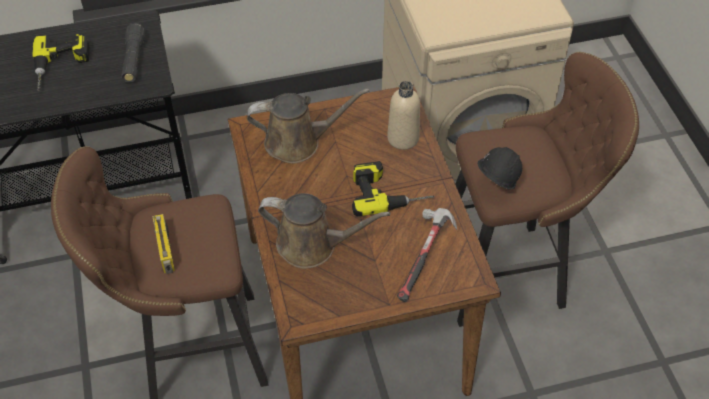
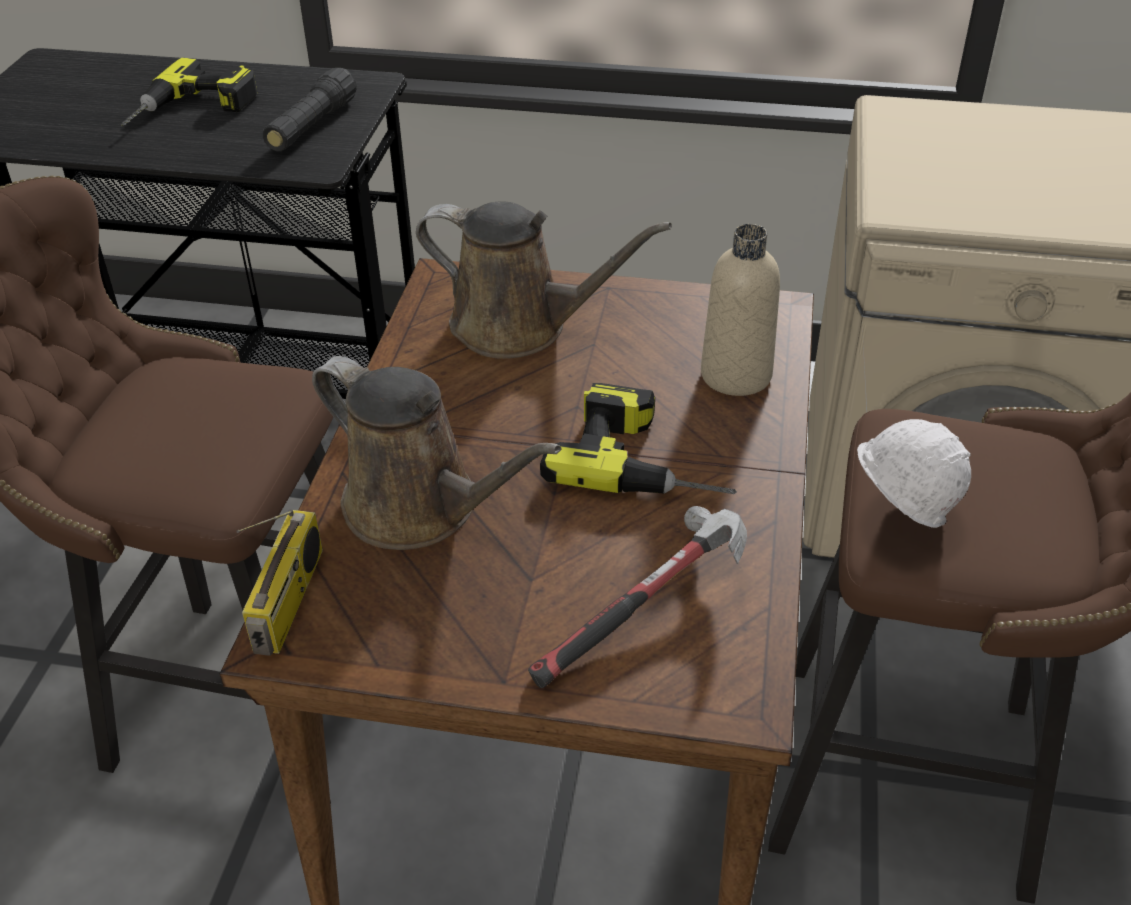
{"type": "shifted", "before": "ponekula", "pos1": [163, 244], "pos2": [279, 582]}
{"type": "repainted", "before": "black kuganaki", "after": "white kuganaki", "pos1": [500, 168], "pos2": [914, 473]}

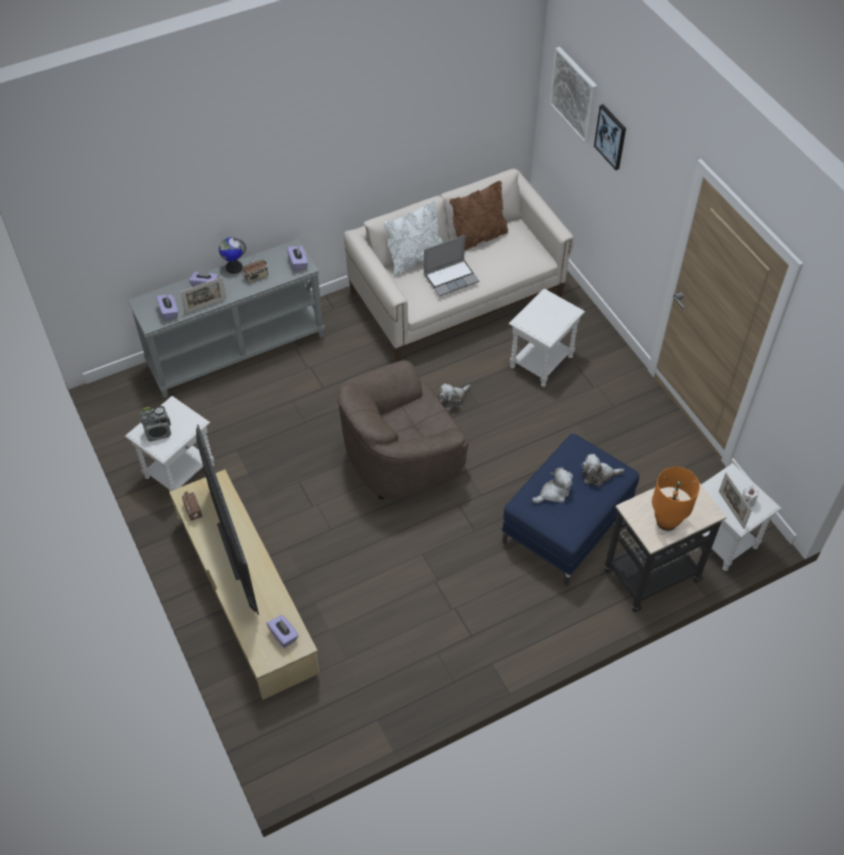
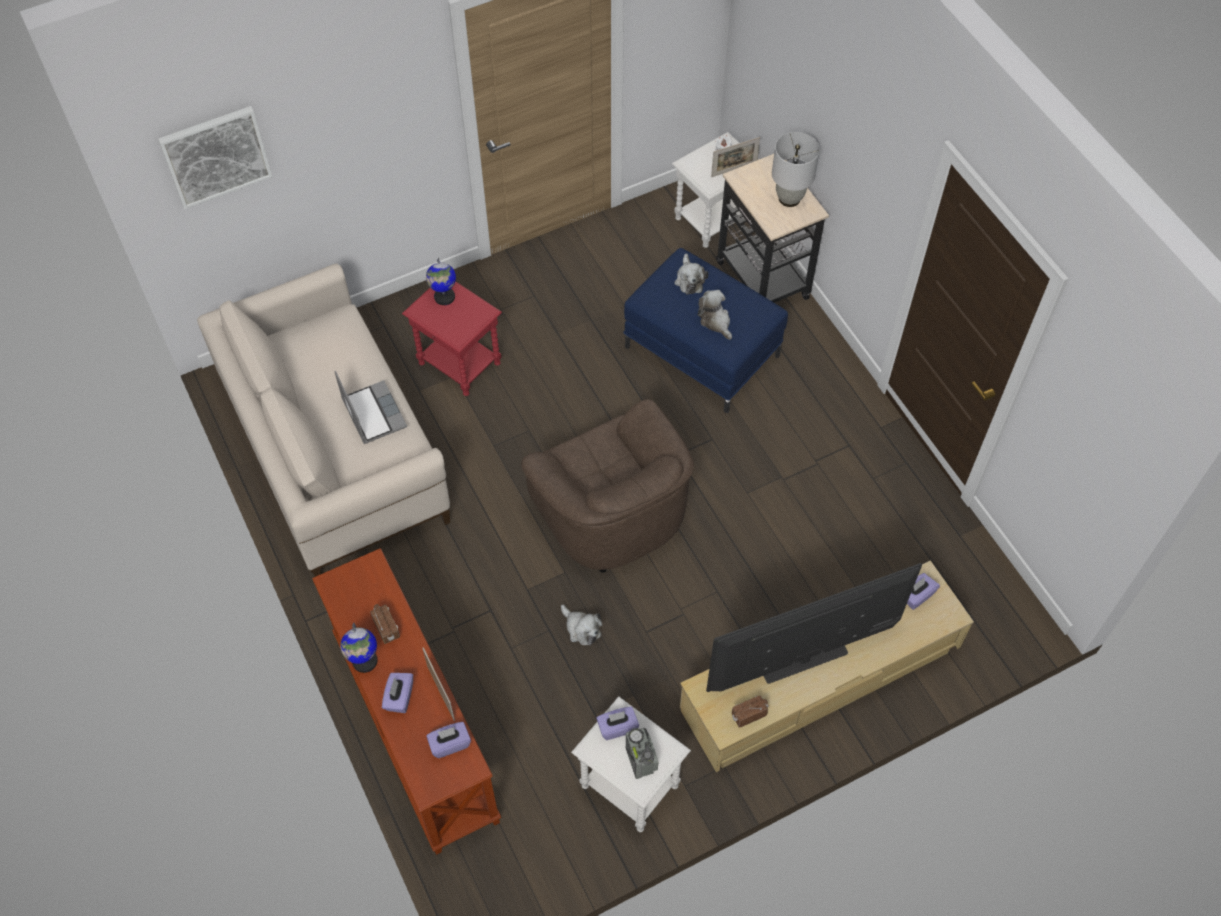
{"type": "repainted", "before": "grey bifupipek", "after": "brown bifupipek", "pos1": [226, 318], "pos2": [406, 701]}
{"type": "repainted", "before": "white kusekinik", "after": "red kusekinik", "pos1": [547, 337], "pos2": [452, 338]}
{"type": "new", "after": "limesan", "pos2": [441, 281]}
{"type": "shifted", "before": "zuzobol", "pos1": [455, 397], "pos2": [581, 625]}
{"type": "shifted", "before": "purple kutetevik", "pos1": [297, 258], "pos2": [617, 723]}
{"type": "repainted", "before": "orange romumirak", "after": "white romumirak", "pos1": [676, 499], "pos2": [796, 169]}
{"type": "gone", "before": "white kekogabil", "pos1": [413, 238]}
{"type": "gone", "before": "brown kekogabil", "pos1": [478, 216]}
{"type": "gone", "before": "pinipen", "pos1": [610, 137]}

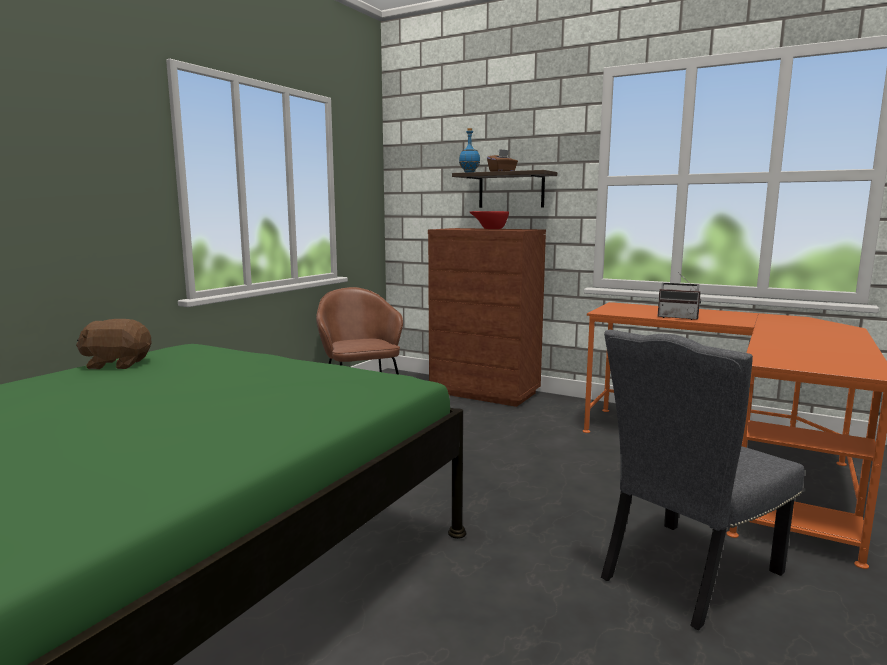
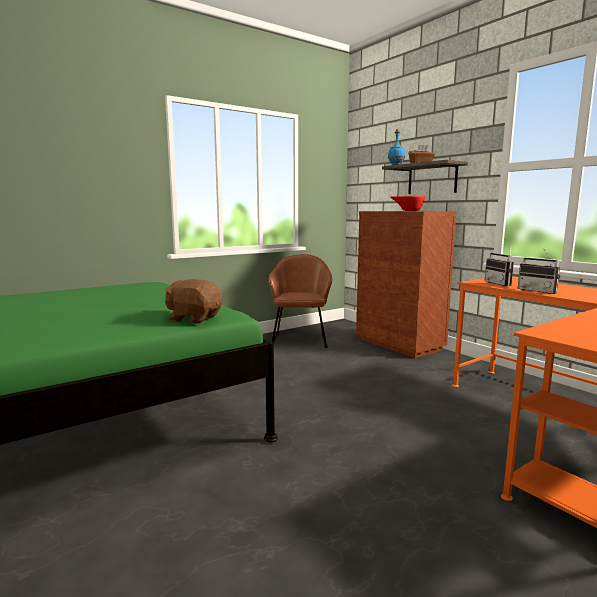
{"type": "shifted", "before": "brown zuzobol", "pos1": [114, 344], "pos2": [193, 301]}
{"type": "new", "after": "ponekula", "pos2": [499, 270]}
{"type": "gone", "before": "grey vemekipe", "pos1": [702, 479]}

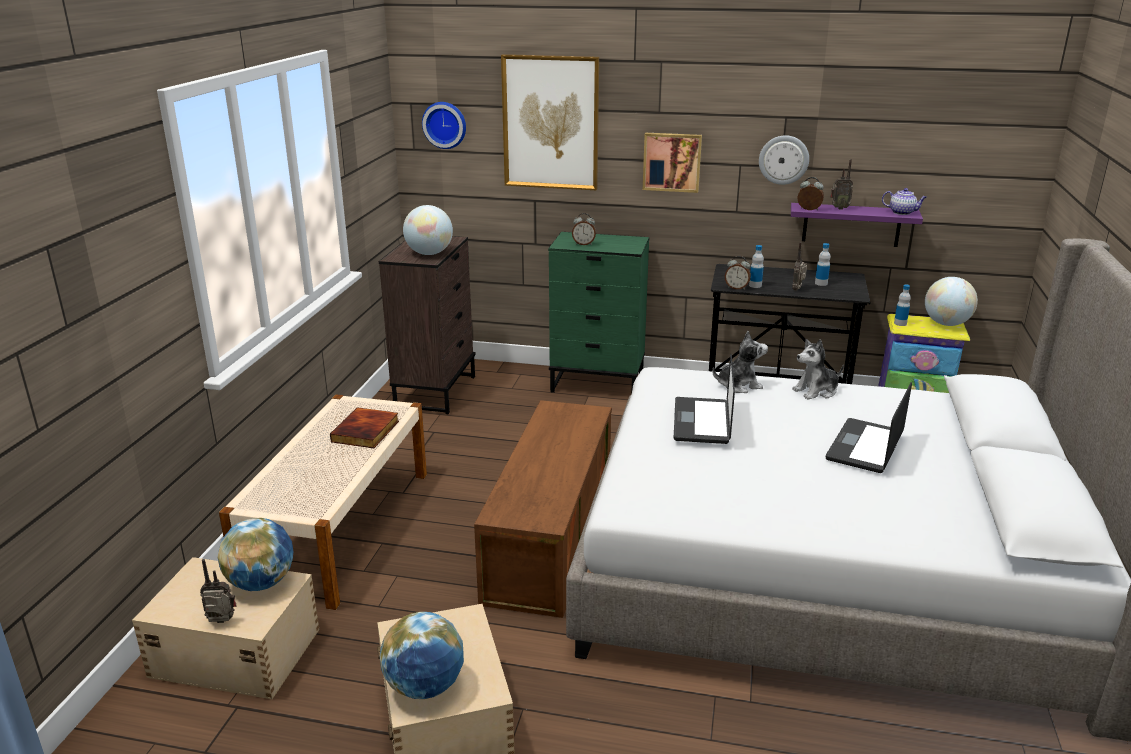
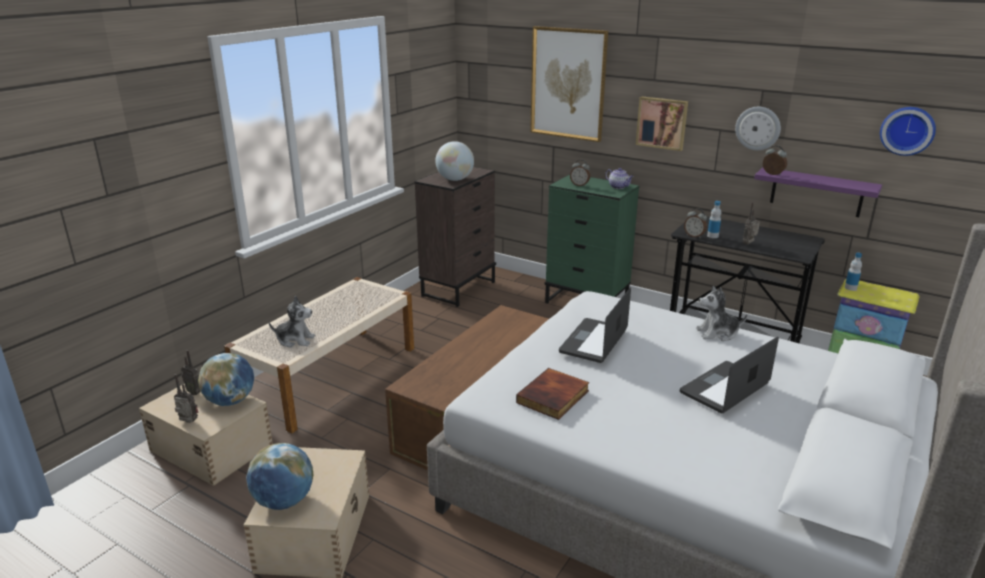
{"type": "shifted", "before": "ponekula", "pos1": [841, 184], "pos2": [191, 372]}
{"type": "shifted", "before": "zuzobol", "pos1": [740, 362], "pos2": [292, 322]}
{"type": "shifted", "before": "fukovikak", "pos1": [364, 428], "pos2": [552, 394]}
{"type": "shifted", "before": "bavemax", "pos1": [904, 201], "pos2": [619, 178]}
{"type": "shifted", "before": "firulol", "pos1": [444, 125], "pos2": [908, 131]}
{"type": "gone", "before": "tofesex", "pos1": [822, 264]}
{"type": "gone", "before": "limesan", "pos1": [951, 301]}

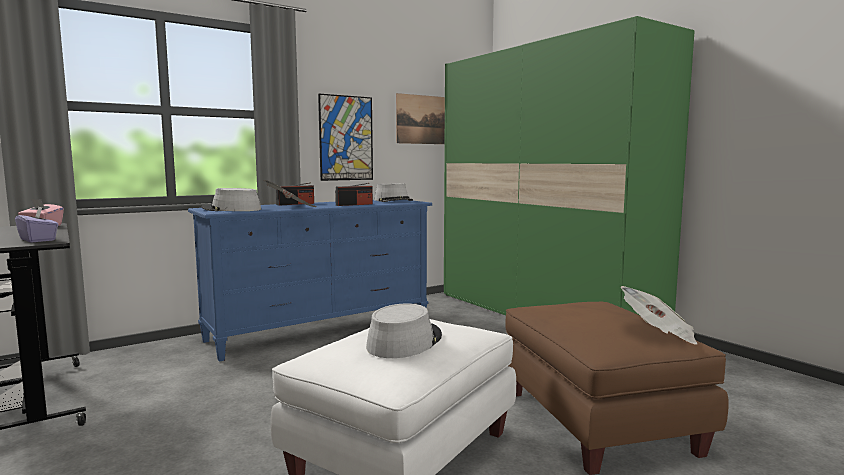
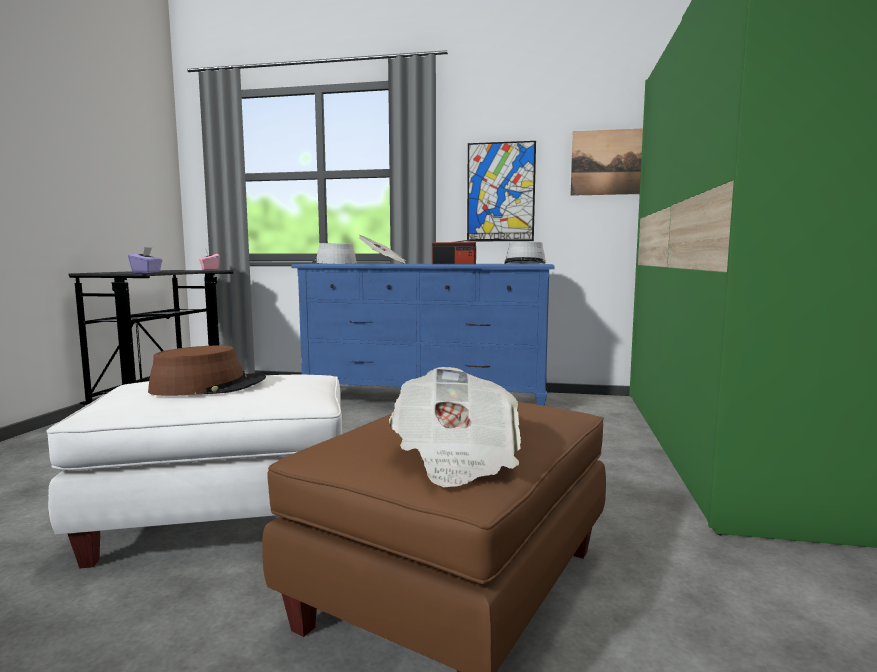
{"type": "repainted", "before": "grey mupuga", "after": "brown mupuga", "pos1": [404, 330], "pos2": [207, 371]}
{"type": "gone", "before": "ponekula", "pos1": [295, 194]}

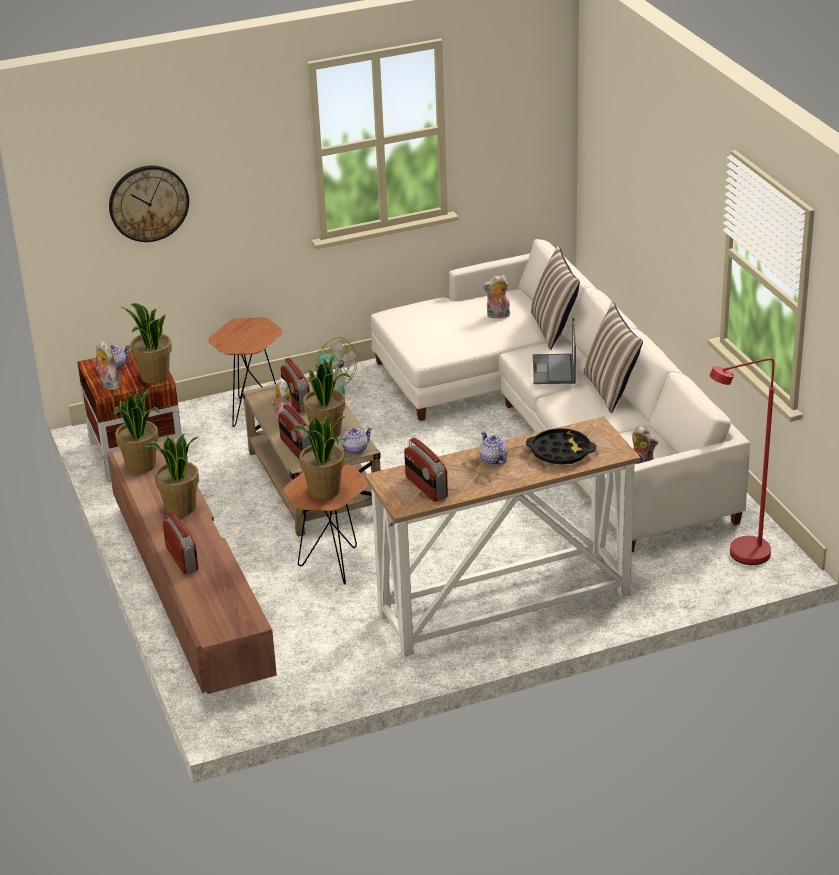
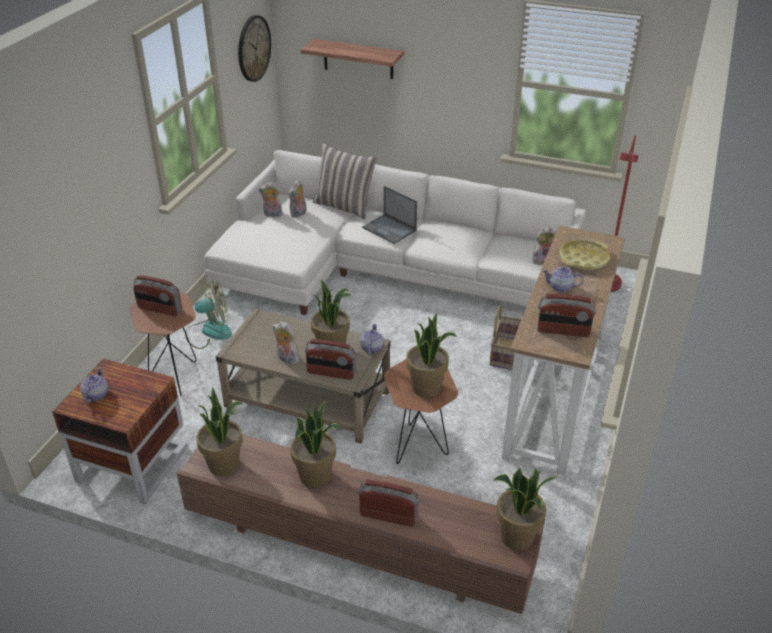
{"type": "shifted", "before": "ponekula", "pos1": [295, 385], "pos2": [157, 295]}
{"type": "shifted", "before": "firulol", "pos1": [149, 204], "pos2": [254, 48]}
{"type": "shifted", "before": "zuzobol", "pos1": [108, 365], "pos2": [271, 199]}
{"type": "new", "after": "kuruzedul", "pos2": [352, 59]}
{"type": "new", "after": "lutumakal", "pos2": [507, 337]}
{"type": "shifted", "before": "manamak", "pos1": [147, 343], "pos2": [525, 509]}
{"type": "repainted", "before": "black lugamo", "after": "yellow lugamo", "pos1": [561, 446], "pos2": [584, 255]}
{"type": "gone", "before": "kekogabil", "pos1": [613, 357]}

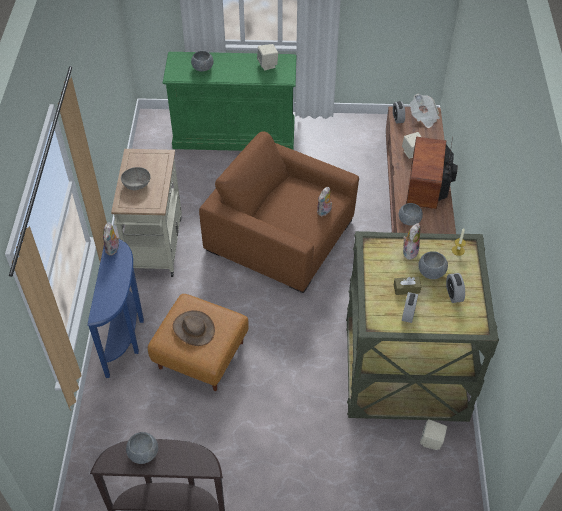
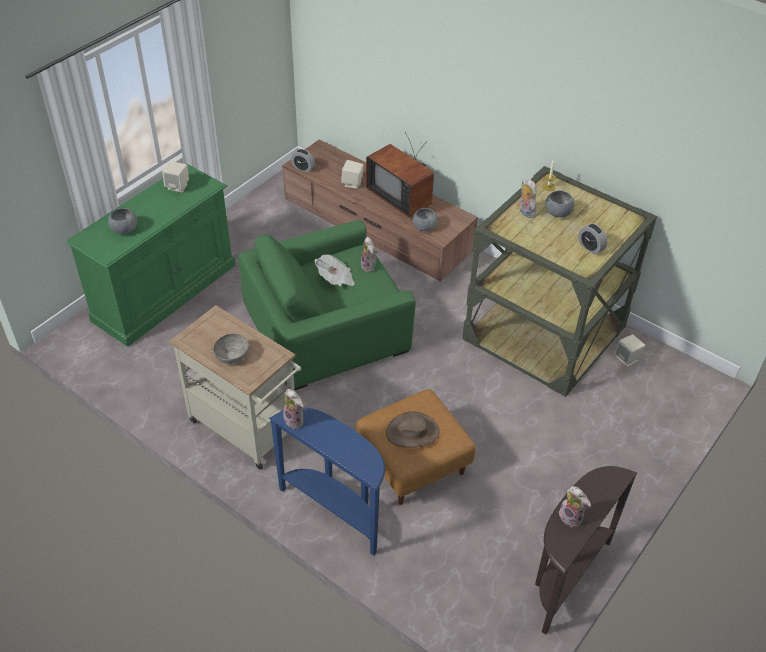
{"type": "repainted", "before": "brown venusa", "after": "green venusa", "pos1": [279, 212], "pos2": [327, 305]}
{"type": "shifted", "before": "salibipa", "pos1": [425, 111], "pos2": [335, 270]}
{"type": "swapped", "before": "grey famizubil", "after": "zuzobol", "pos1": [142, 448], "pos2": [575, 506]}
{"type": "gone", "before": "brown kutetevik", "pos1": [407, 286]}
{"type": "gone", "before": "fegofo", "pos1": [455, 288]}

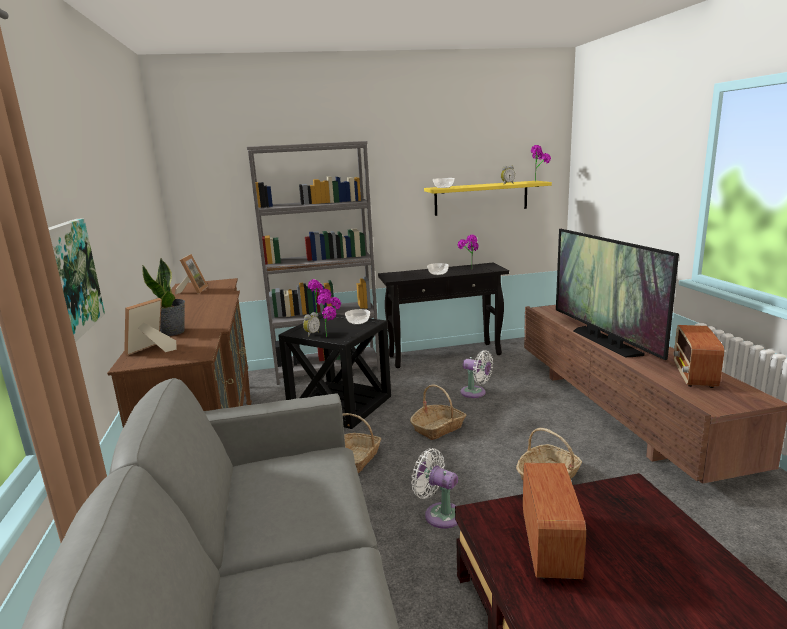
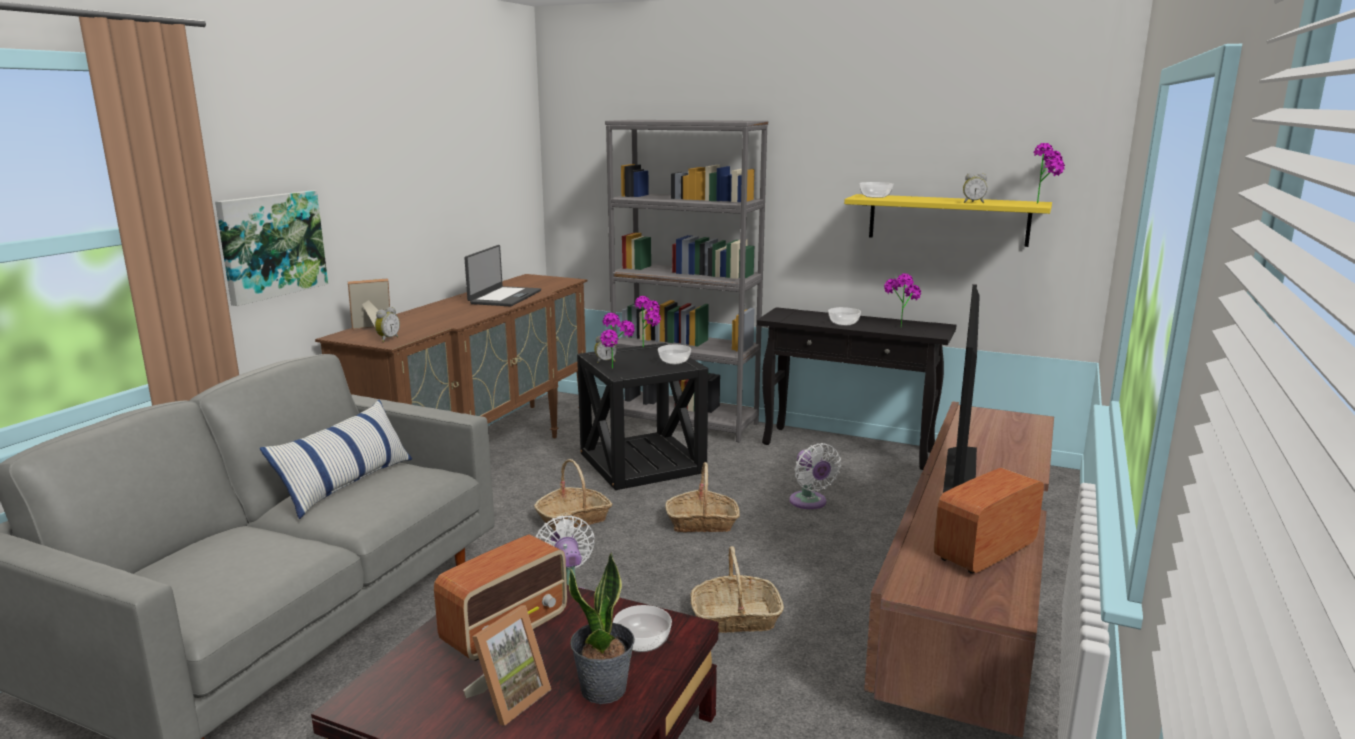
{"type": "new", "after": "kekogabil", "pos2": [336, 459]}
{"type": "new", "after": "fegofo", "pos2": [387, 324]}
{"type": "shifted", "before": "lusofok", "pos1": [191, 274], "pos2": [507, 665]}
{"type": "new", "after": "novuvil", "pos2": [502, 275]}
{"type": "shifted", "before": "manamak", "pos1": [163, 297], "pos2": [602, 628]}
{"type": "new", "after": "famizubil", "pos2": [642, 628]}

